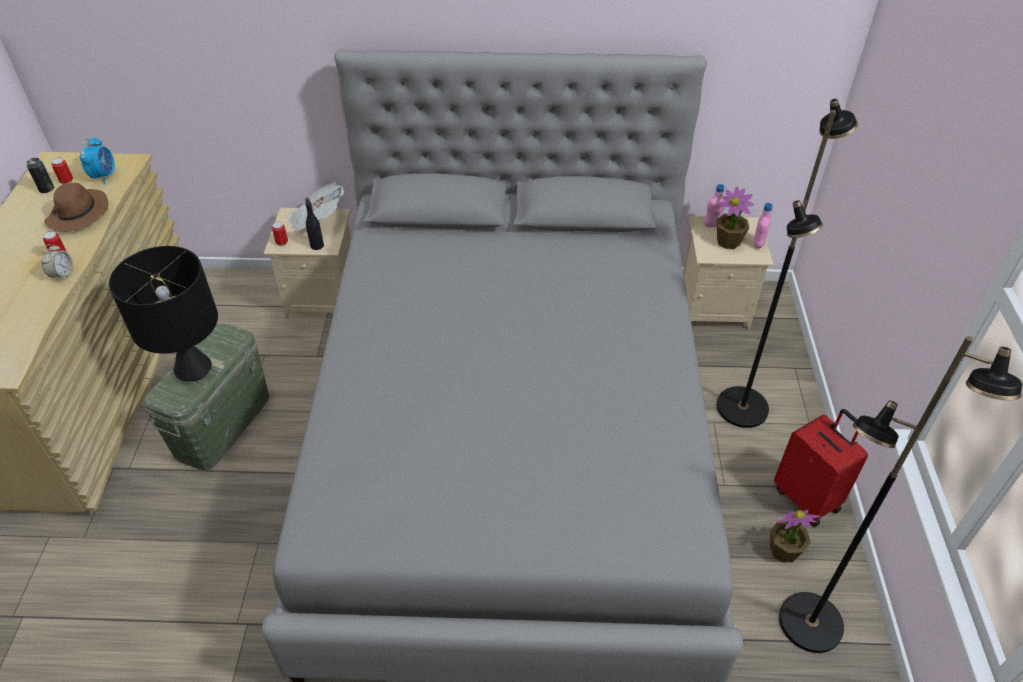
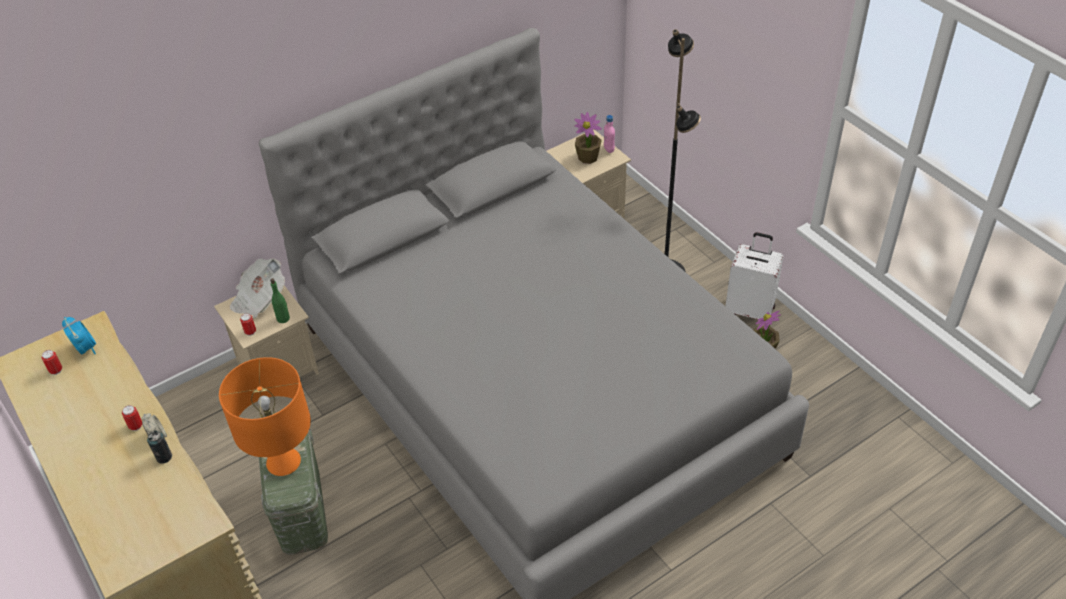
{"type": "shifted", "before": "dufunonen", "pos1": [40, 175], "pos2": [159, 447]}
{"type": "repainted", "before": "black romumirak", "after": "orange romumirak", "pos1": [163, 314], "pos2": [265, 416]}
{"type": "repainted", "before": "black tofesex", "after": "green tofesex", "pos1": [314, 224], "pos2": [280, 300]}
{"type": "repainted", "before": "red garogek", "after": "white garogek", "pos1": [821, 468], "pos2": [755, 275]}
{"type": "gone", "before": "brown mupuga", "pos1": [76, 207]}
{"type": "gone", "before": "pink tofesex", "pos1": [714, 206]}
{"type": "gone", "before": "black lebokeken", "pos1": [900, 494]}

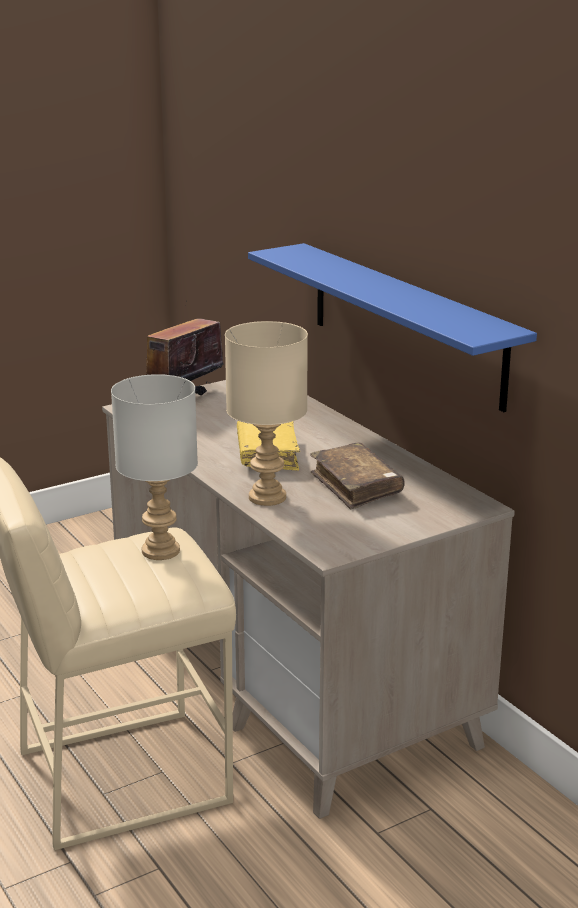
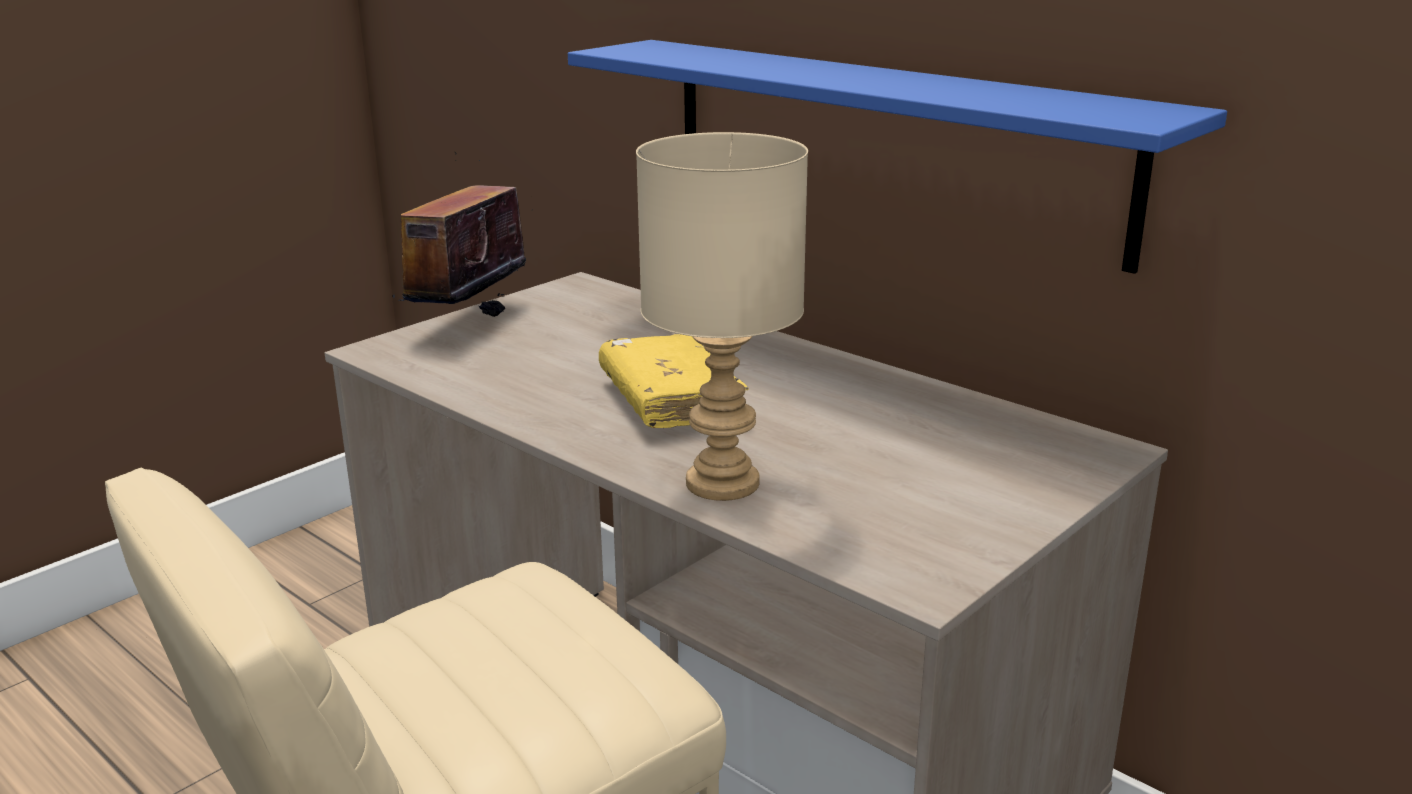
{"type": "gone", "before": "grey romumirak", "pos1": [154, 467]}
{"type": "gone", "before": "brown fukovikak", "pos1": [357, 475]}

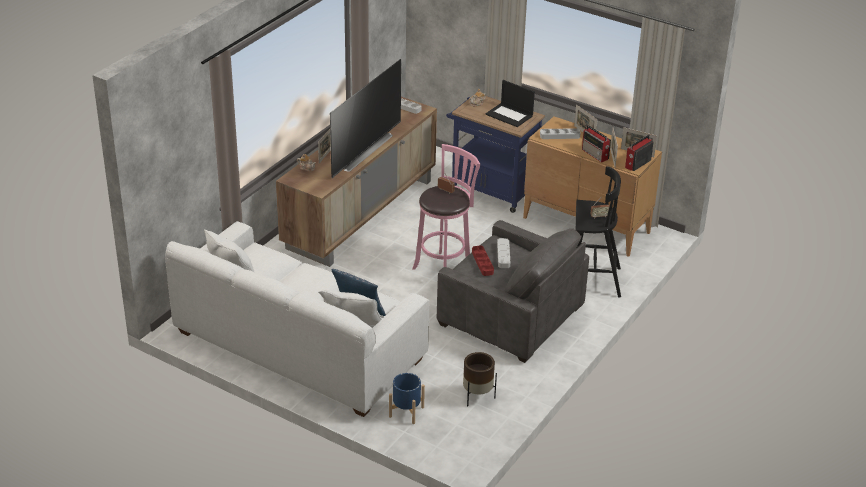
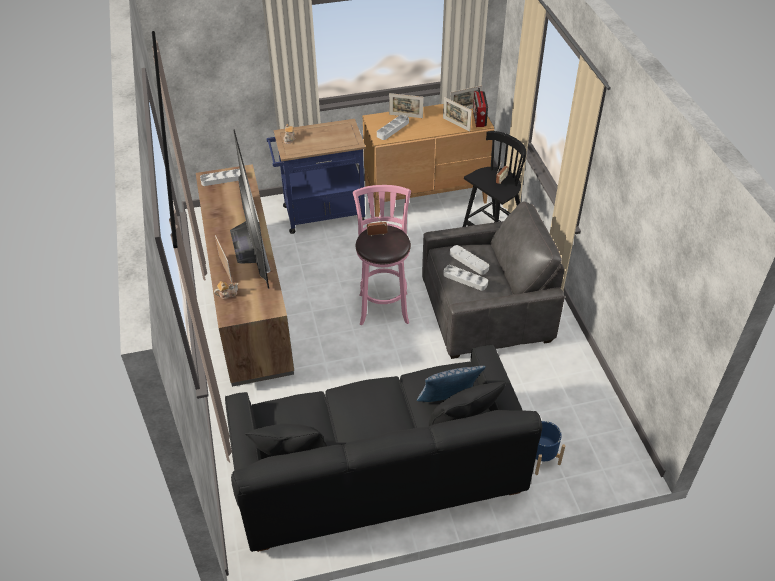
{"type": "repainted", "before": "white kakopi", "after": "black kakopi", "pos1": [297, 319], "pos2": [383, 448]}
{"type": "repainted", "before": "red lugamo", "after": "grey lugamo", "pos1": [483, 260], "pos2": [465, 278]}
{"type": "gone", "before": "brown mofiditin", "pos1": [480, 379]}
{"type": "gone", "before": "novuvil", "pos1": [510, 103]}
{"type": "gone", "before": "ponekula", "pos1": [596, 144]}

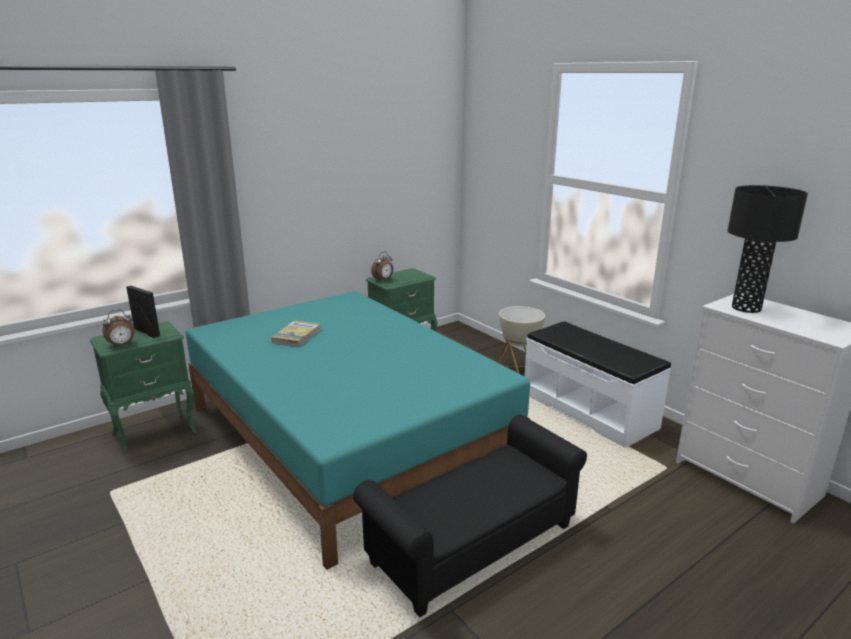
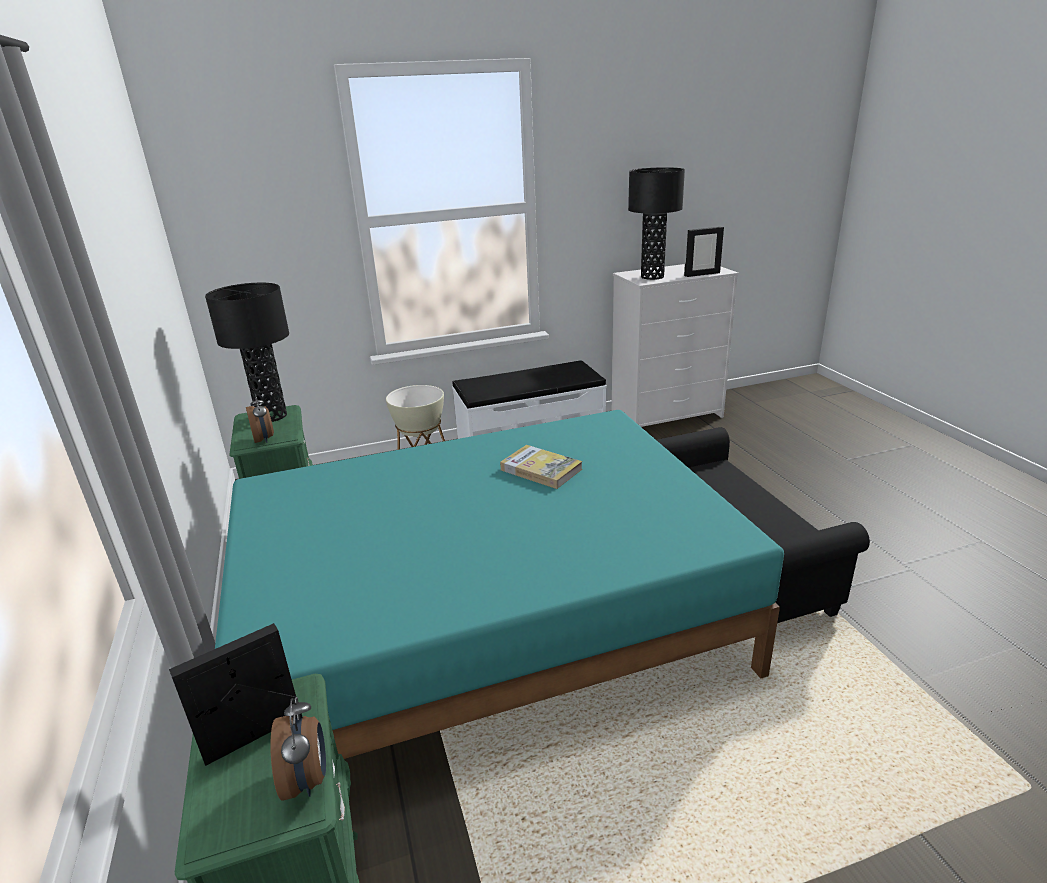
{"type": "new", "after": "black romumirak", "pos2": [247, 352]}
{"type": "shifted", "before": "fukovikak", "pos1": [296, 333], "pos2": [541, 467]}
{"type": "new", "after": "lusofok", "pos2": [704, 252]}

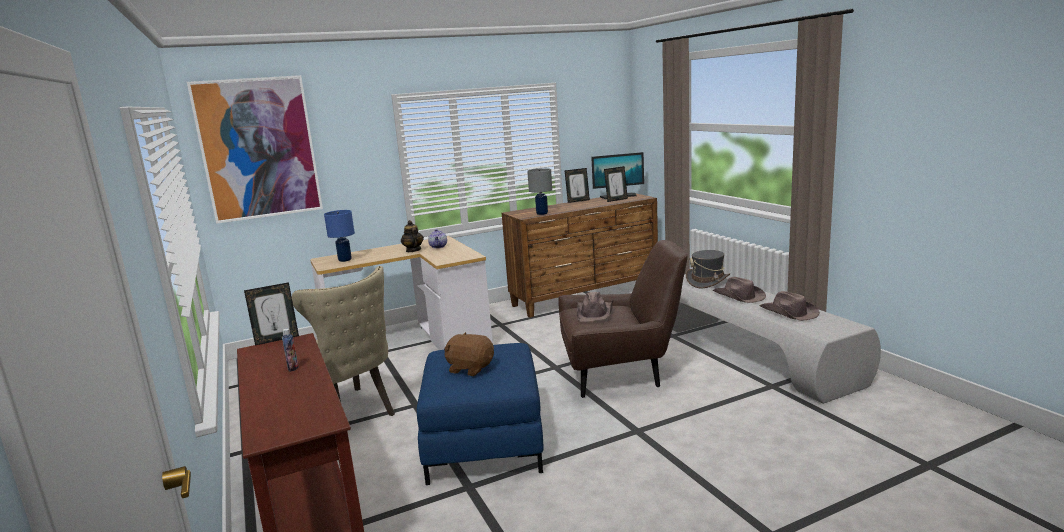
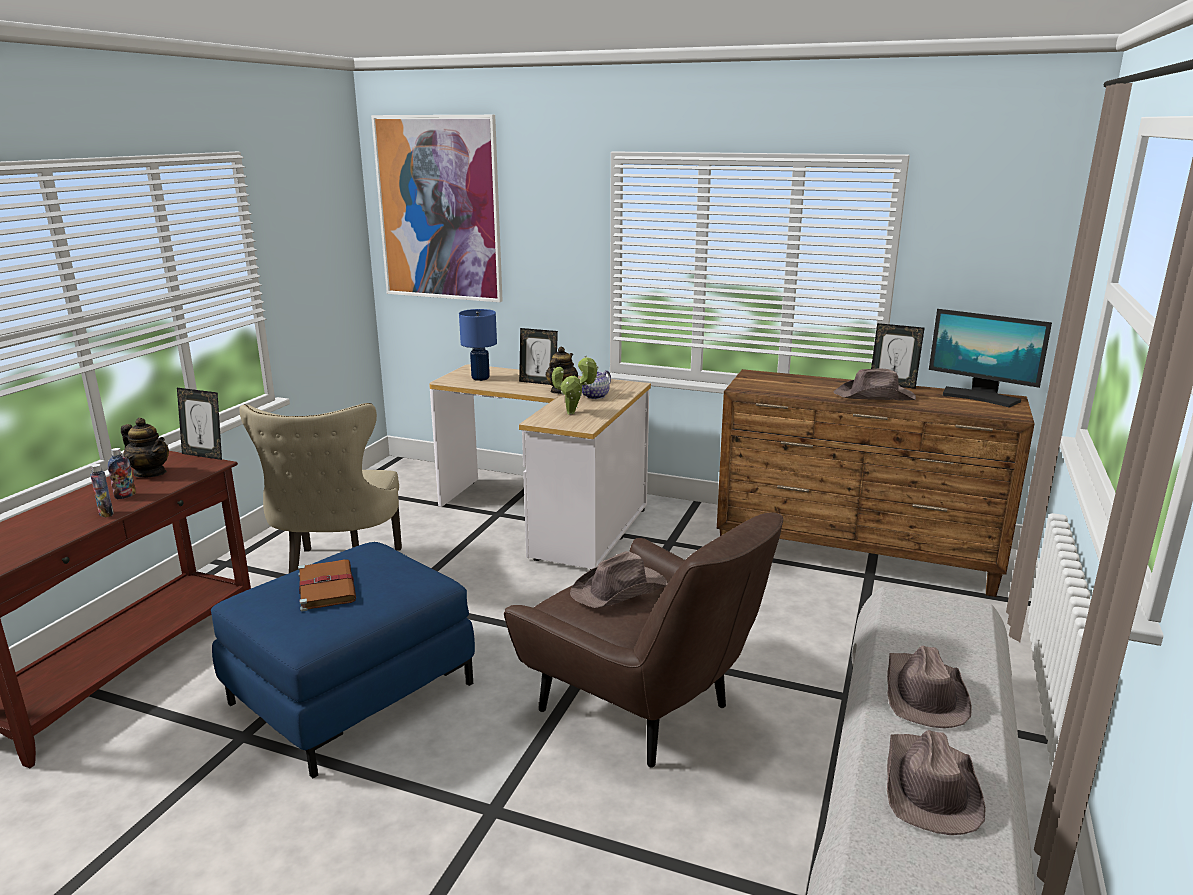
{"type": "new", "after": "tofesex", "pos2": [102, 491]}
{"type": "new", "after": "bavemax", "pos2": [145, 448]}
{"type": "swapped", "before": "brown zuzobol", "after": "brown fukovikak", "pos1": [469, 354], "pos2": [327, 585]}
{"type": "shifted", "before": "lusofok", "pos1": [616, 184], "pos2": [538, 356]}
{"type": "new", "after": "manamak", "pos2": [575, 385]}
{"type": "new", "after": "brown mupuga", "pos2": [875, 384]}
{"type": "gone", "before": "grey romumirak", "pos1": [539, 191]}
{"type": "gone", "before": "grey mupuga", "pos1": [708, 269]}

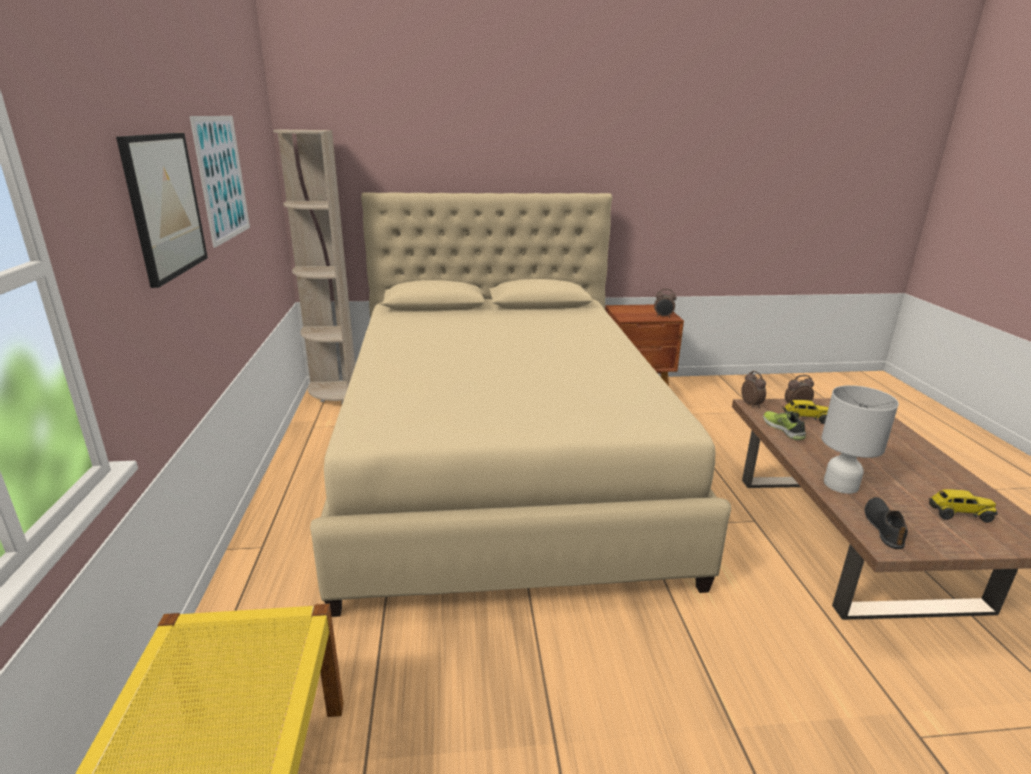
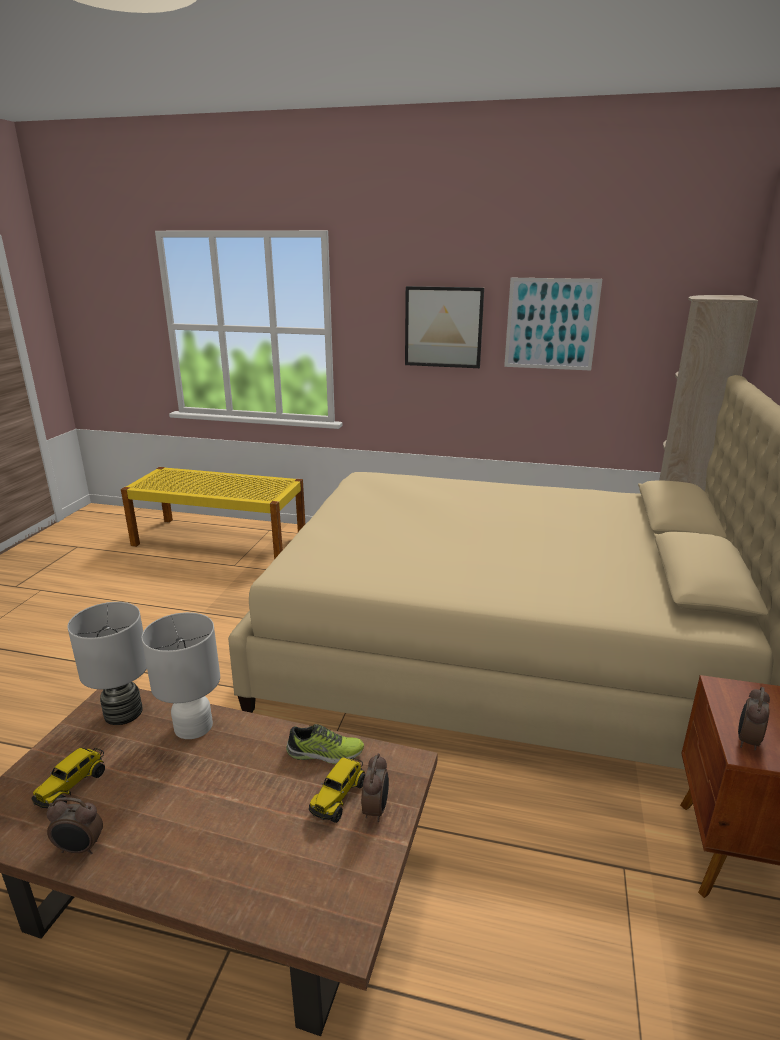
{"type": "shifted", "before": "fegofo", "pos1": [753, 389], "pos2": [75, 825]}
{"type": "swapped", "before": "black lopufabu", "after": "grey romumirak", "pos1": [886, 523], "pos2": [107, 663]}

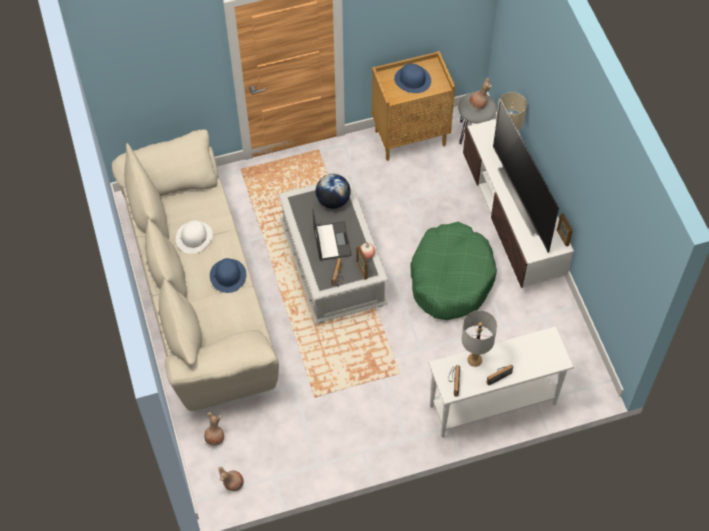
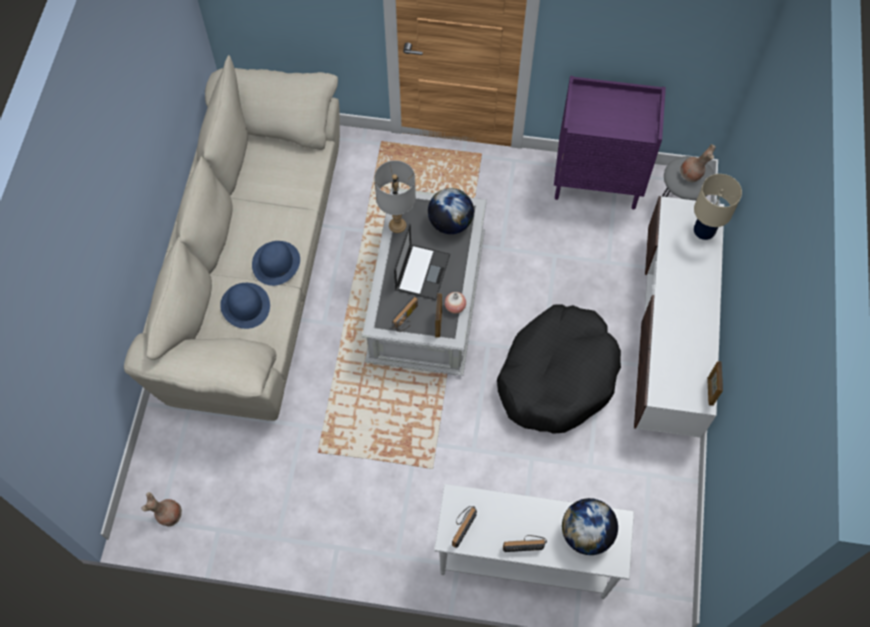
{"type": "shifted", "before": "blue mupuga", "pos1": [412, 78], "pos2": [245, 306]}
{"type": "shifted", "before": "grey romumirak", "pos1": [479, 338], "pos2": [395, 196]}
{"type": "repainted", "before": "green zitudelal", "after": "black zitudelal", "pos1": [453, 271], "pos2": [559, 369]}
{"type": "repainted", "before": "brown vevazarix", "after": "purple vevazarix", "pos1": [413, 106], "pos2": [610, 142]}
{"type": "new", "after": "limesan", "pos2": [590, 526]}
{"type": "gone", "before": "white mupuga", "pos1": [194, 237]}
{"type": "gone", "before": "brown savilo", "pos1": [214, 429]}
{"type": "gone", "before": "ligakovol", "pos1": [526, 176]}

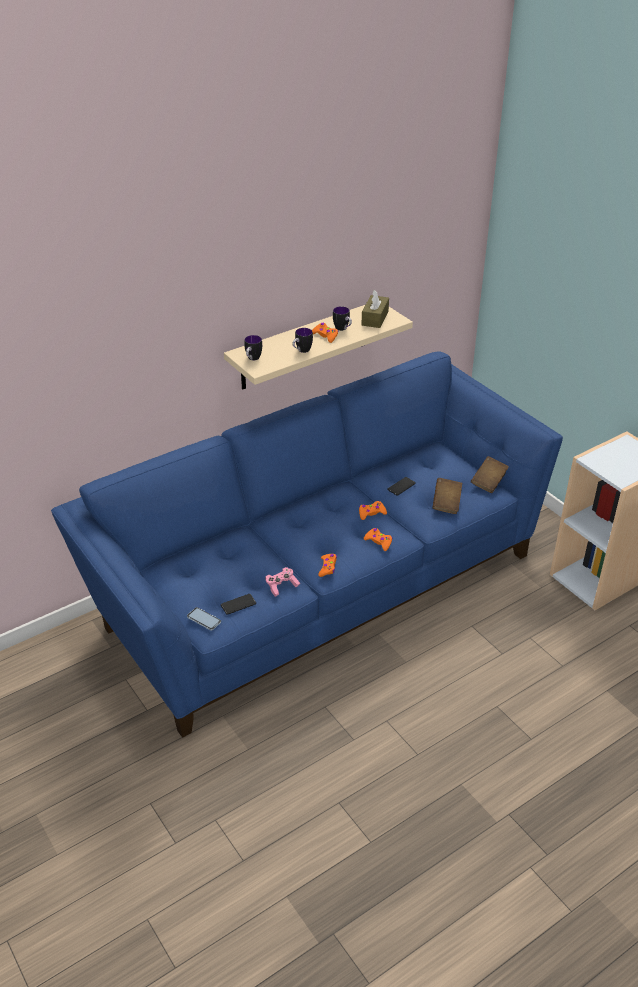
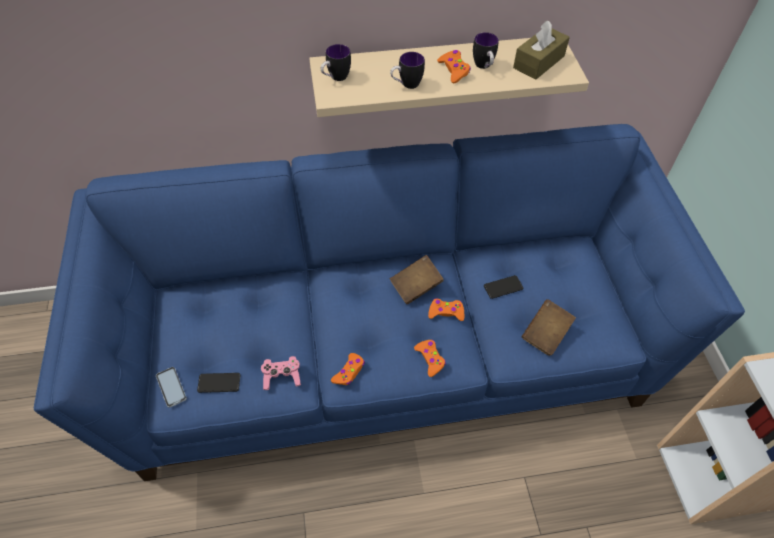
{"type": "shifted", "before": "brown fukovikak", "pos1": [490, 474], "pos2": [417, 279]}

